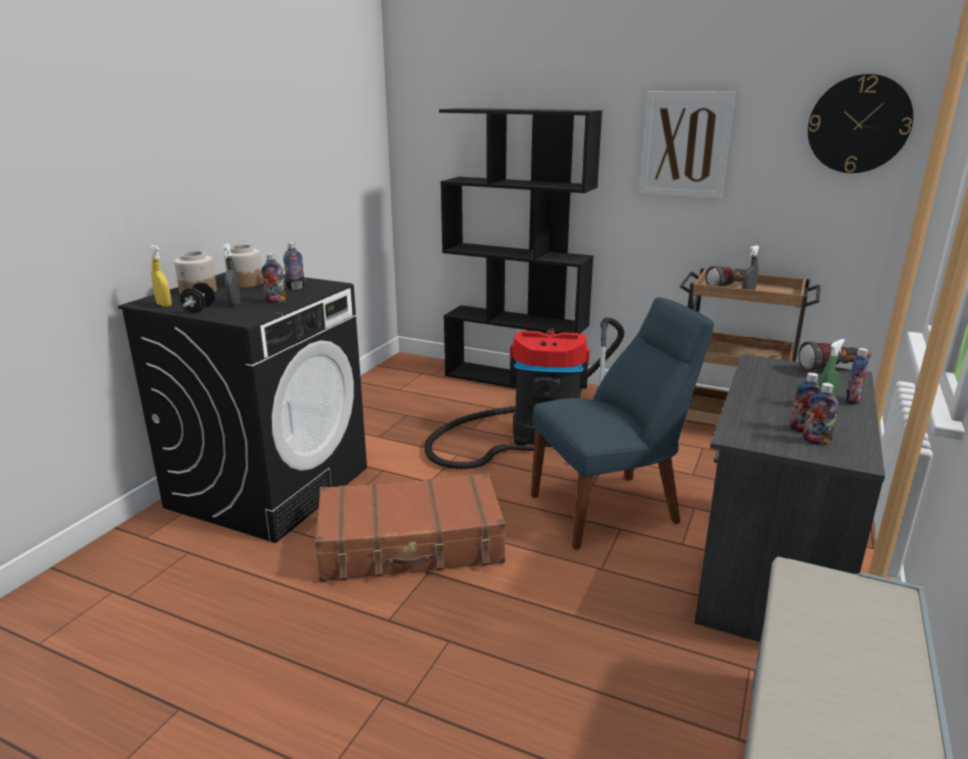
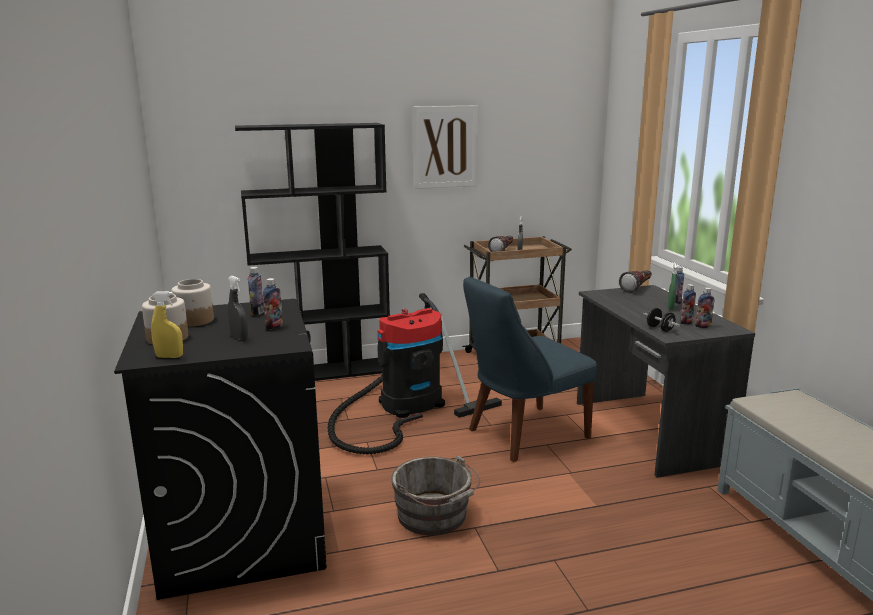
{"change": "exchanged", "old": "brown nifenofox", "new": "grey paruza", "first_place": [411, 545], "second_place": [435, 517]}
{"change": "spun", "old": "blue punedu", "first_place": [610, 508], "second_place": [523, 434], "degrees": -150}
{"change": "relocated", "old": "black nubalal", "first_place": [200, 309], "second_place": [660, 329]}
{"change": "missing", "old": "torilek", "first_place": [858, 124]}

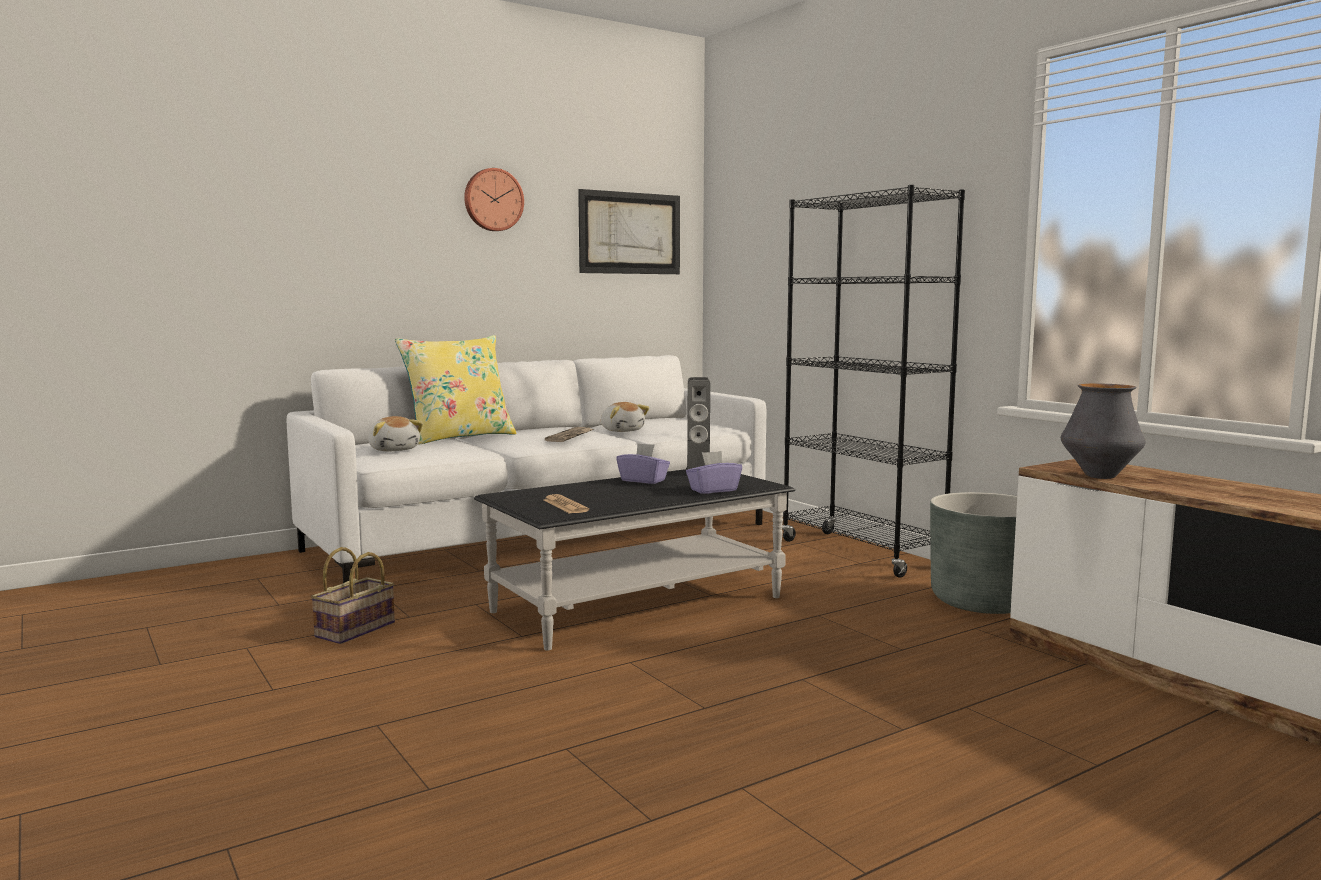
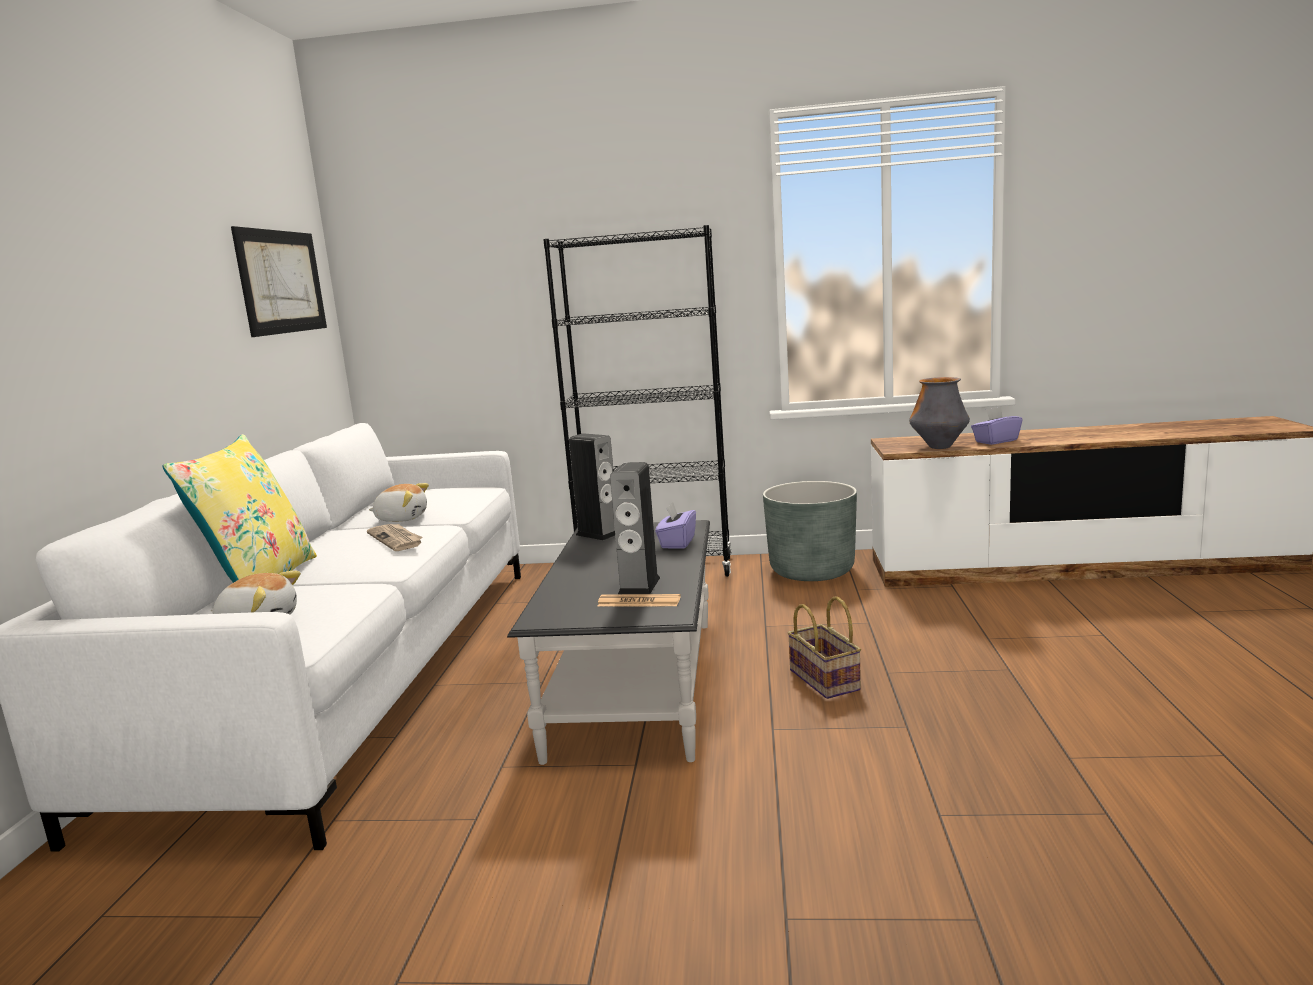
{"change": "appeared", "new": "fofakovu", "second_place": [639, 586]}
{"change": "relocated", "old": "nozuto", "first_place": [355, 631], "second_place": [826, 680]}
{"change": "relocated", "old": "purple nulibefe", "first_place": [643, 480], "second_place": [995, 441]}
{"change": "missing", "old": "torilek", "first_place": [493, 200]}

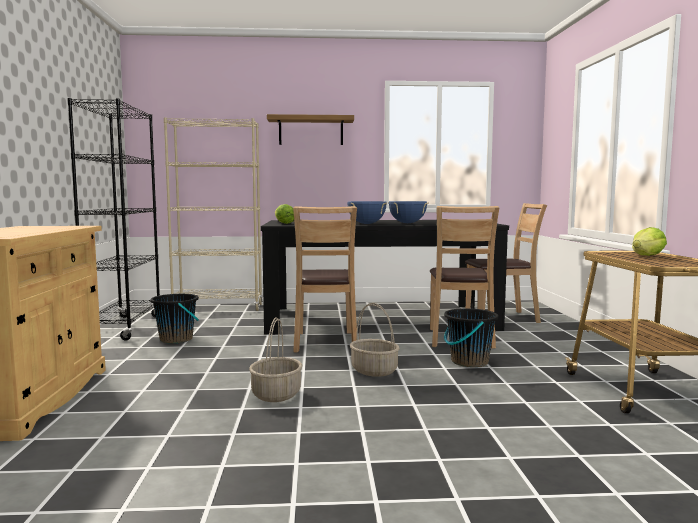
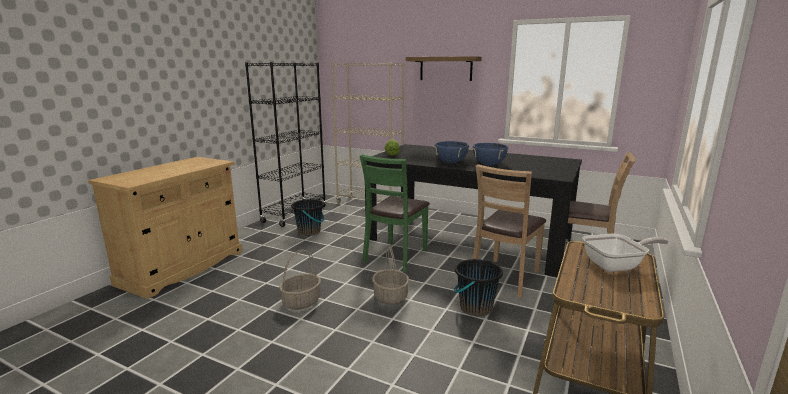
{"change": "colour", "old": "brown punedu", "new": "green punedu", "first_place": [325, 342], "second_place": [395, 256]}
{"change": "exchanged", "old": "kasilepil", "new": "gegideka", "first_place": [647, 256], "second_place": [617, 266]}

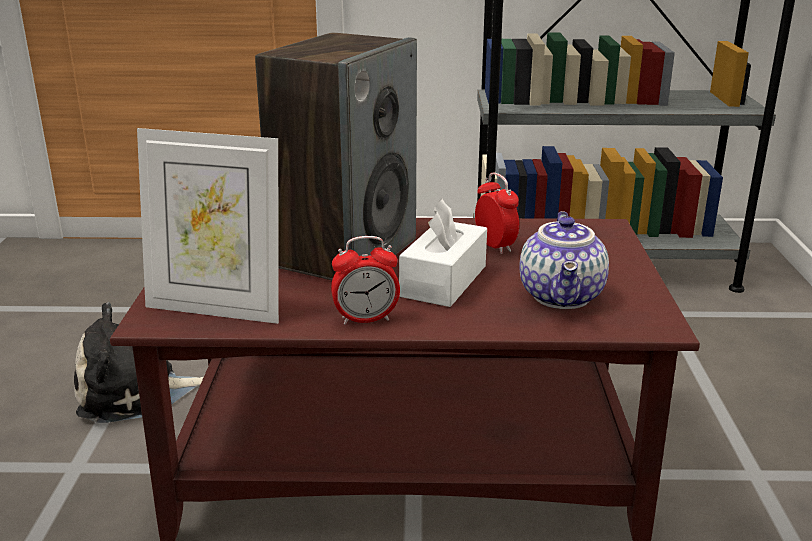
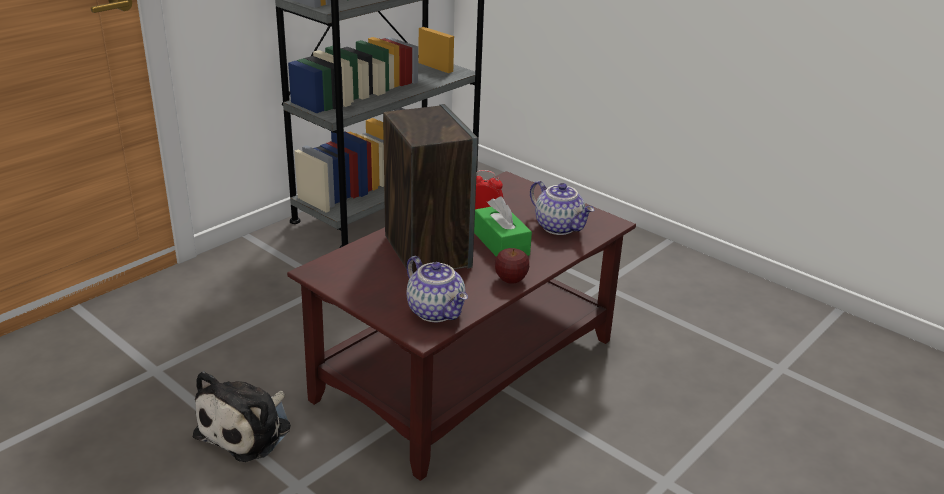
{"change": "exchanged", "old": "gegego", "new": "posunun", "first_place": [217, 308], "second_place": [437, 311]}
{"change": "colour", "old": "white nulibefe", "new": "green nulibefe", "first_place": [443, 281], "second_place": [501, 244]}
{"change": "exchanged", "old": "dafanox", "new": "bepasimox", "first_place": [366, 319], "second_place": [510, 279]}

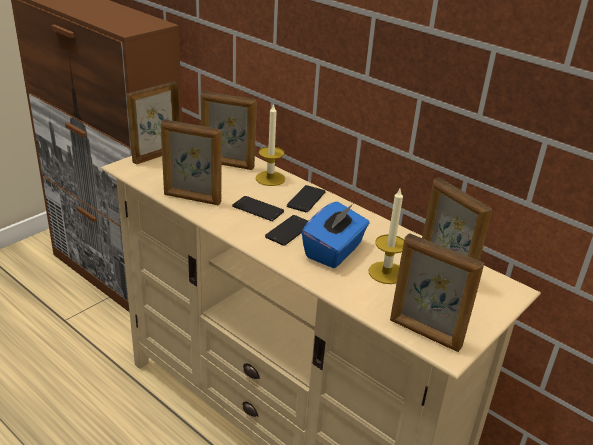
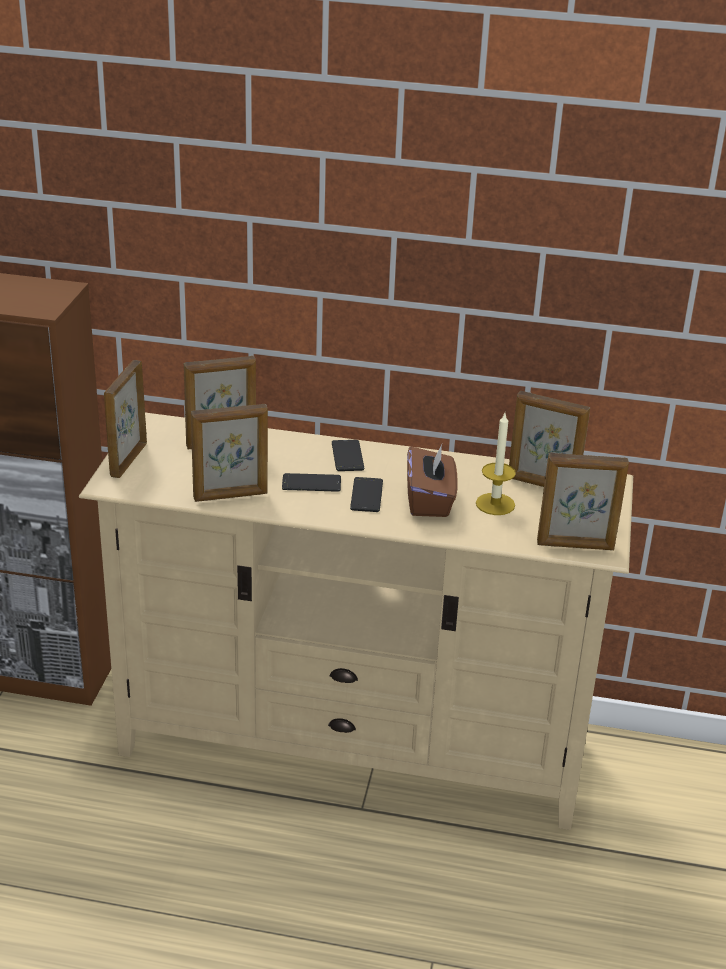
{"change": "colour", "old": "blue nulibefe", "new": "brown nulibefe", "first_place": [334, 251], "second_place": [430, 501]}
{"change": "missing", "old": "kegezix", "first_place": [270, 178]}

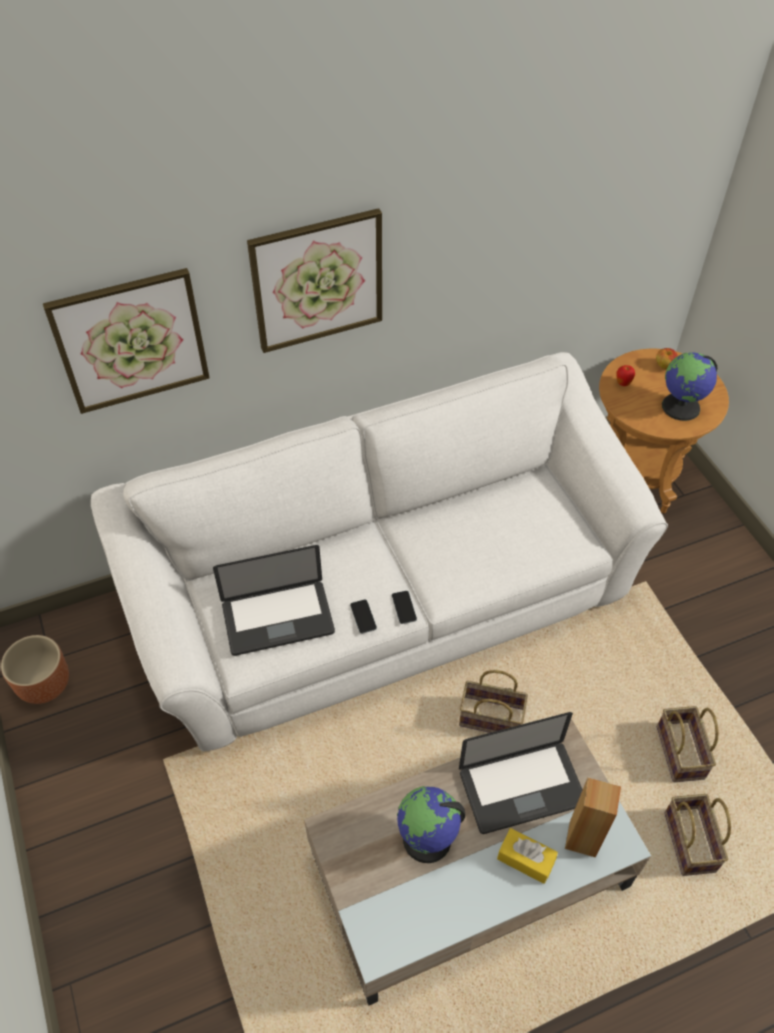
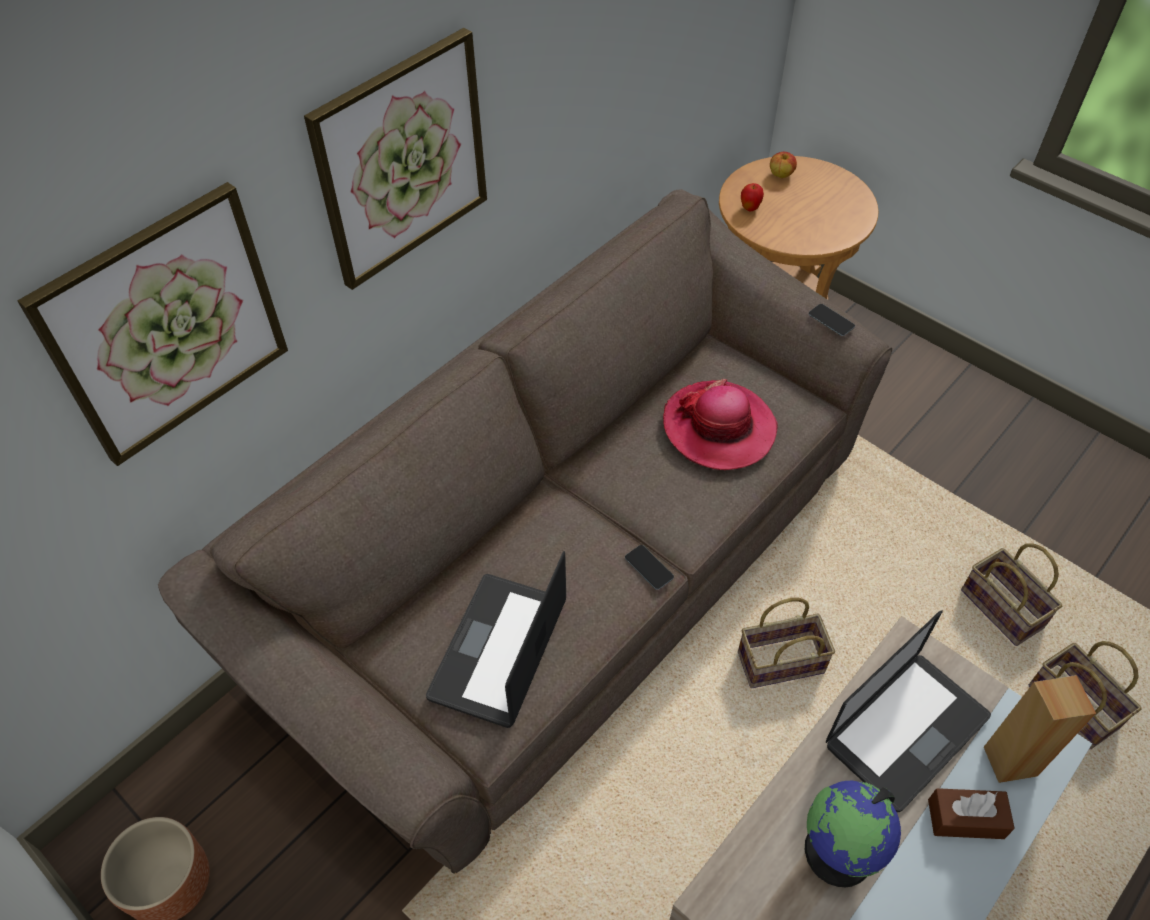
{"change": "colour", "old": "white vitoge", "new": "brown vitoge", "first_place": [386, 596], "second_place": [574, 566]}
{"change": "spun", "old": "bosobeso", "first_place": [278, 619], "second_place": [498, 650], "degrees": 150}
{"change": "appeared", "new": "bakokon", "second_place": [719, 428]}
{"change": "relocated", "old": "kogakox", "first_place": [363, 616], "second_place": [831, 320]}
{"change": "colour", "old": "yellow nulibefe", "new": "brown nulibefe", "first_place": [525, 859], "second_place": [965, 819]}
{"change": "missing", "old": "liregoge", "first_place": [681, 407]}

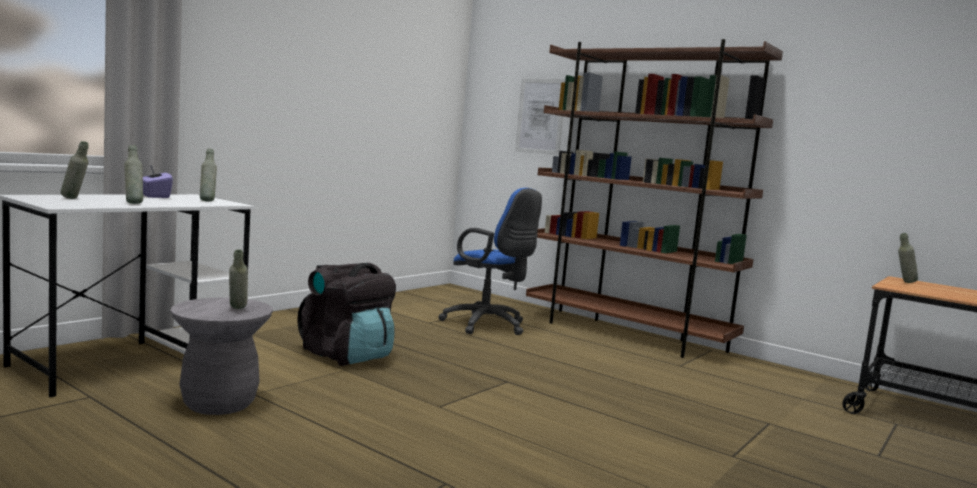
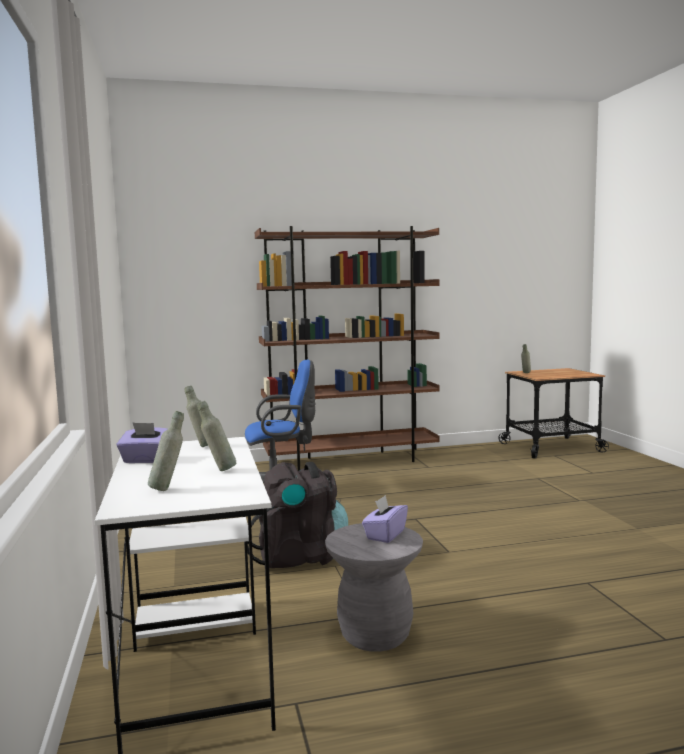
{"change": "exchanged", "old": "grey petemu", "new": "purple nulibefe", "first_place": [237, 309], "second_place": [385, 535]}
{"change": "missing", "old": "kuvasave", "first_place": [540, 116]}

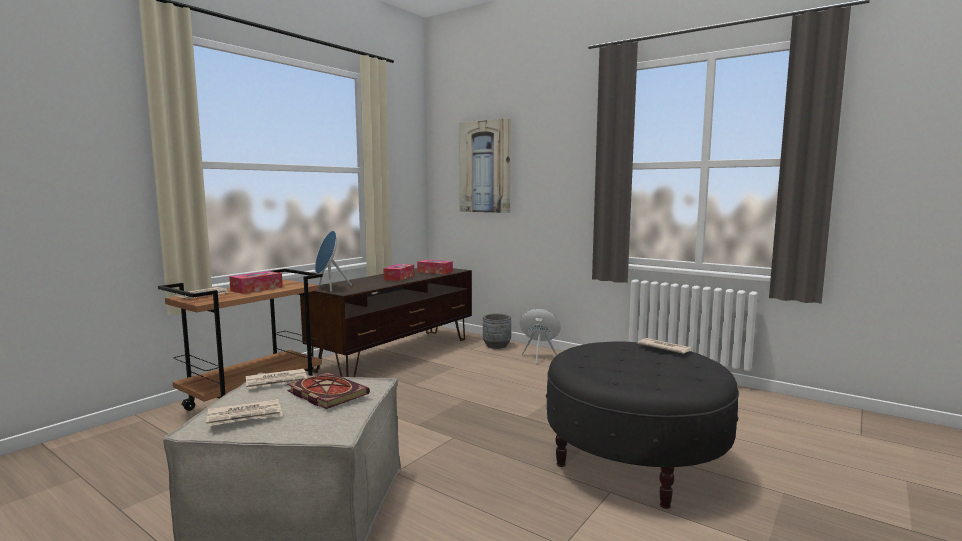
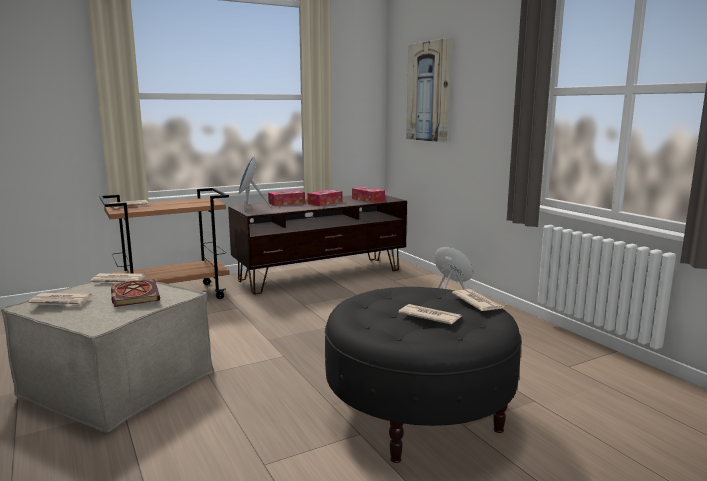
{"change": "relocated", "old": "nulibefe", "first_place": [257, 289], "second_place": [286, 203]}
{"change": "appeared", "new": "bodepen", "second_place": [429, 316]}
{"change": "missing", "old": "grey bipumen", "first_place": [496, 345]}

